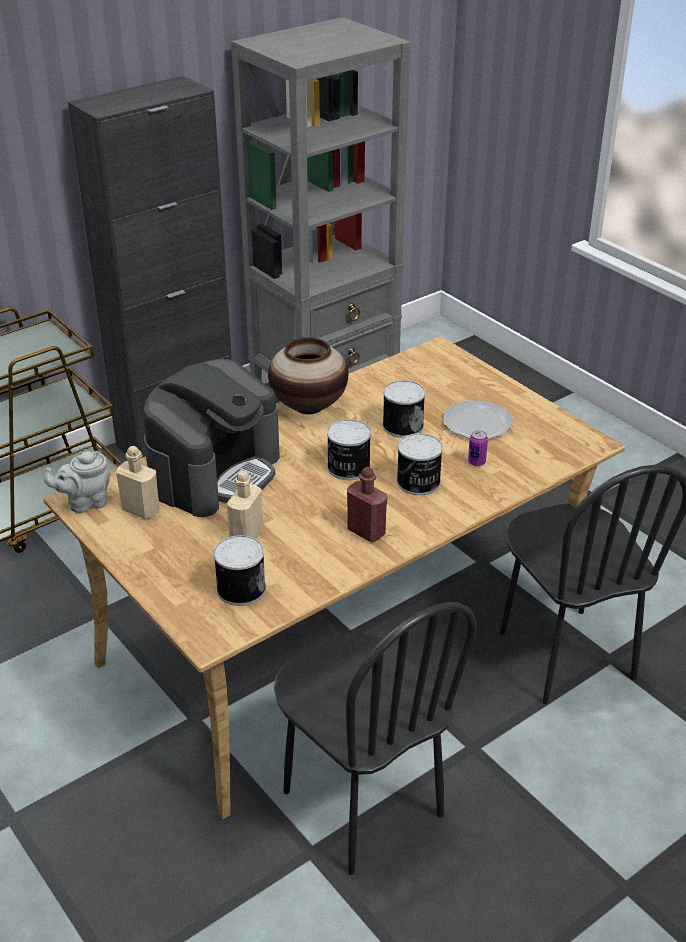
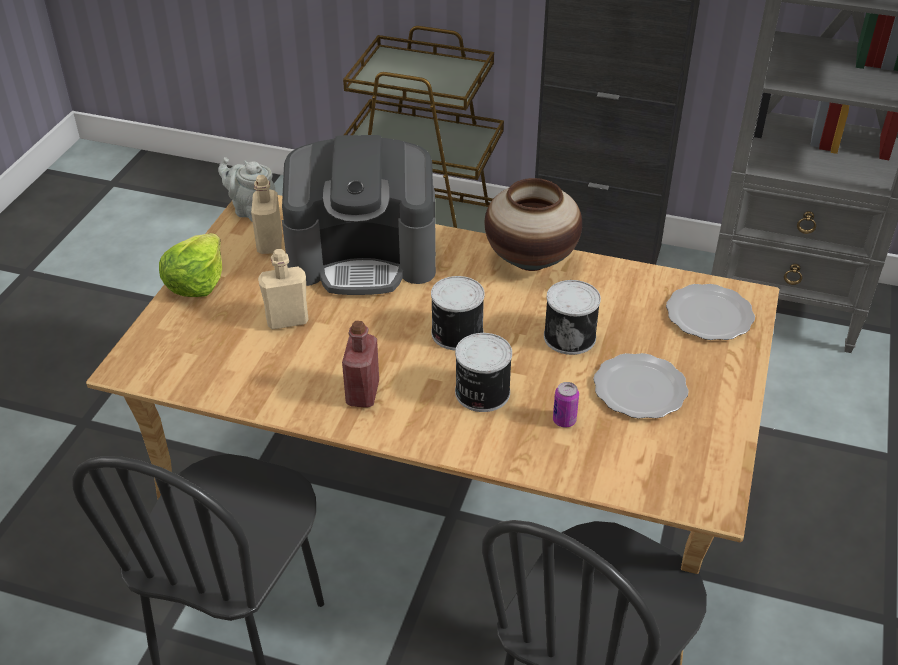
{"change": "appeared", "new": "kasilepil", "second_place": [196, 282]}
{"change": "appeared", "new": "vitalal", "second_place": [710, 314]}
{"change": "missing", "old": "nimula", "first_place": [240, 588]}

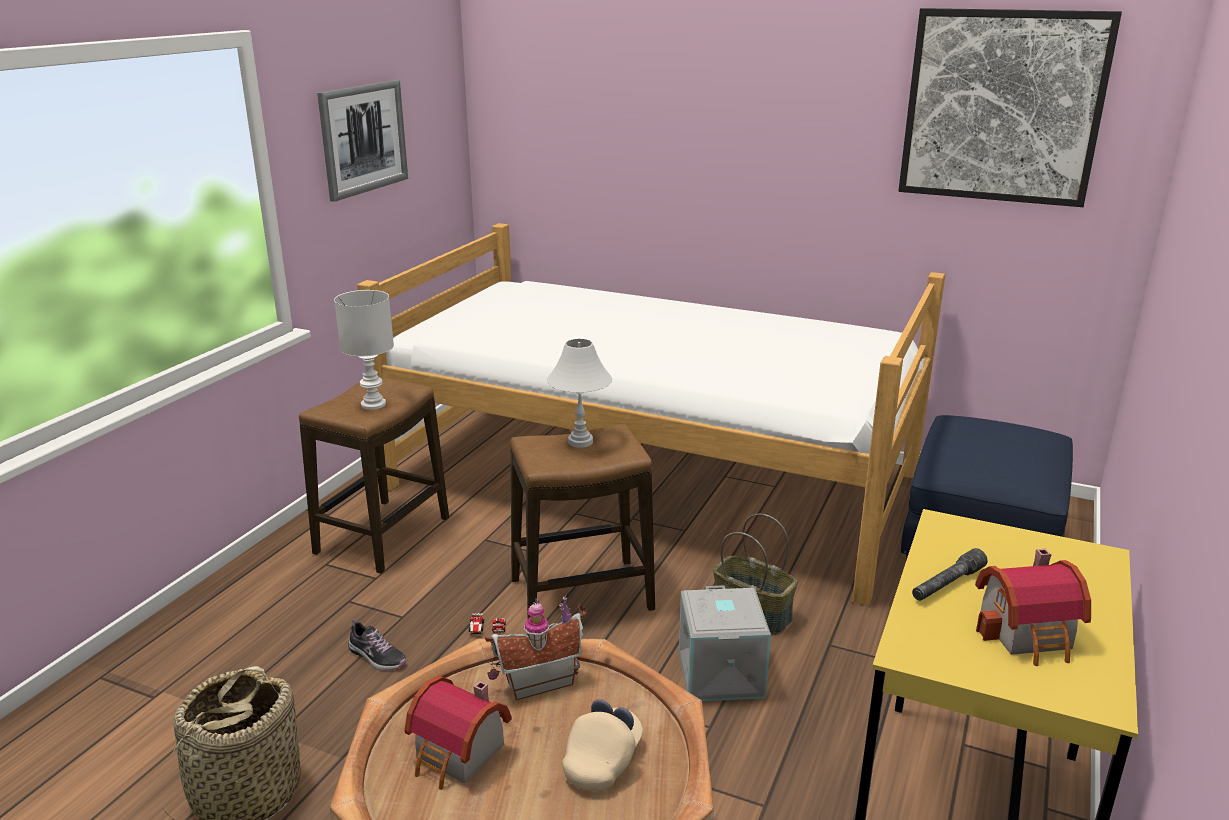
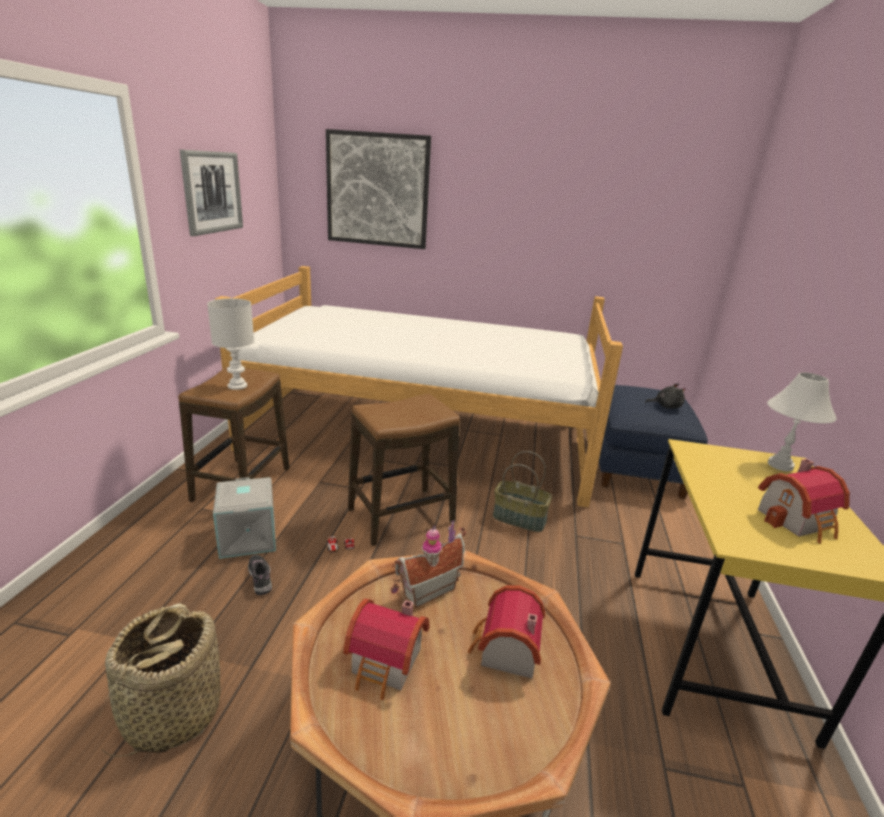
{"change": "relocated", "old": "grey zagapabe", "first_place": [722, 674], "second_place": [249, 538]}
{"change": "spun", "old": "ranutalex", "first_place": [377, 657], "second_place": [260, 577], "degrees": -135}
{"change": "relocated", "old": "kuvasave", "first_place": [1002, 107], "second_place": [377, 190]}
{"change": "exchanged", "old": "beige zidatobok", "new": "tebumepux", "first_place": [603, 761], "second_place": [504, 651]}
{"change": "appeared", "new": "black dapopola", "second_place": [666, 406]}
{"change": "relocated", "old": "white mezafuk", "first_place": [580, 441], "second_place": [779, 465]}
{"change": "missing", "old": "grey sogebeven", "first_place": [947, 584]}

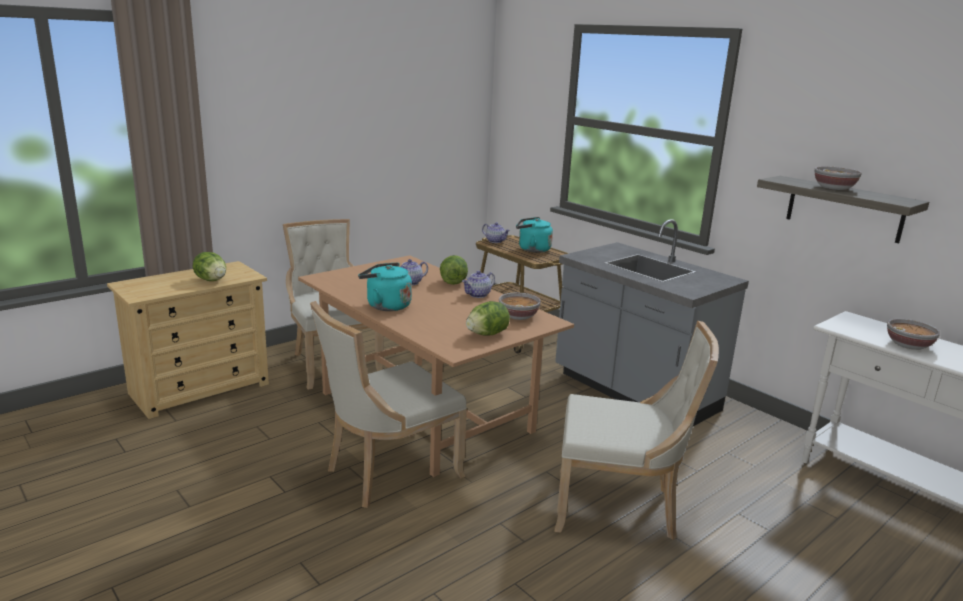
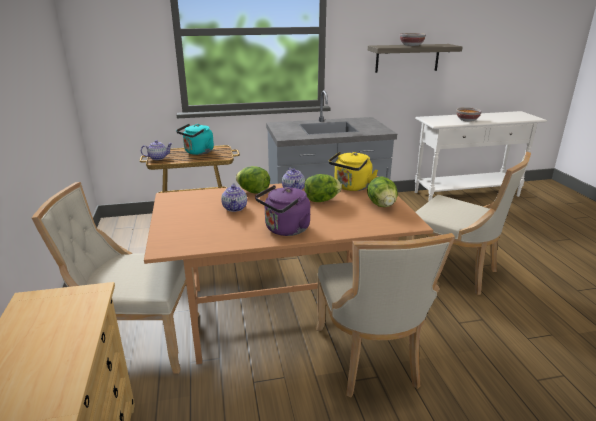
{"change": "colour", "old": "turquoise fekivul", "new": "purple fekivul", "first_place": [386, 306], "second_place": [285, 230]}
{"change": "relocated", "old": "kasilepil", "first_place": [211, 280], "second_place": [321, 200]}
{"change": "exchanged", "old": "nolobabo", "new": "yellow fekivul", "first_place": [518, 316], "second_place": [351, 187]}
{"change": "spun", "old": "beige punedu", "first_place": [619, 507], "second_place": [454, 271], "degrees": 90}

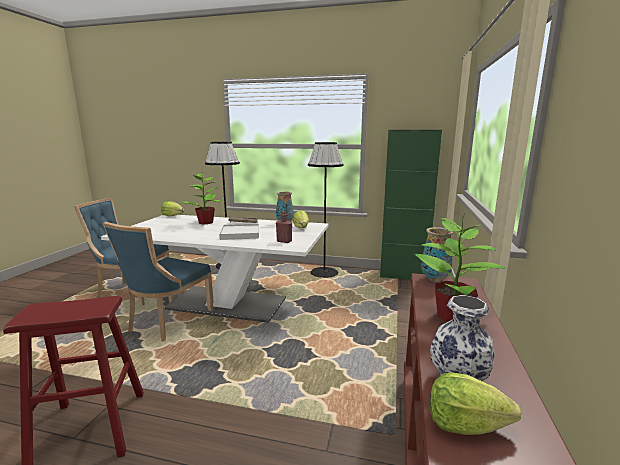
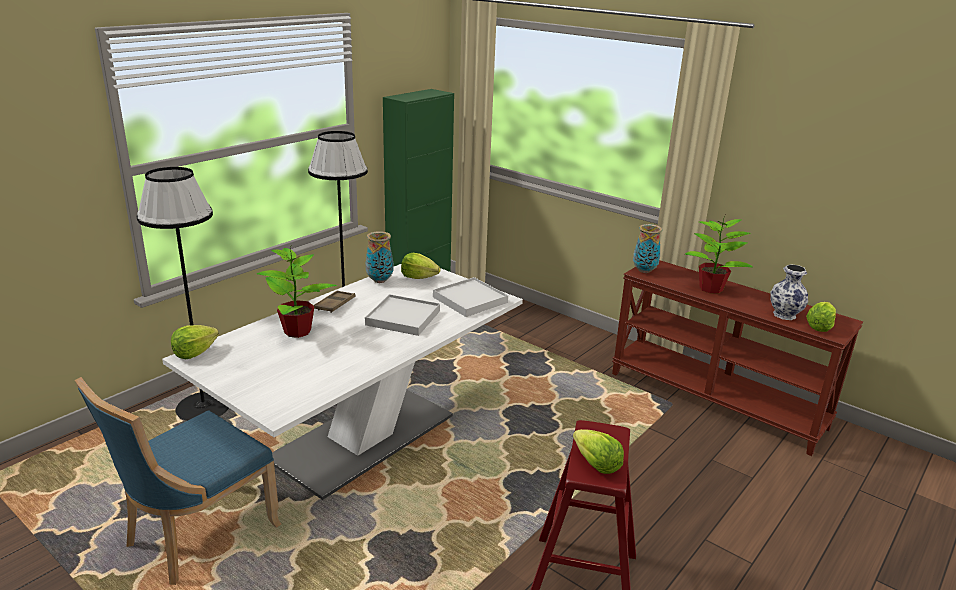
{"change": "exchanged", "old": "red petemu", "new": "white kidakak", "first_place": [284, 241], "second_place": [469, 300]}
{"change": "appeared", "new": "kasilepil", "second_place": [596, 464]}
{"change": "missing", "old": "blue punedu", "first_place": [168, 322]}

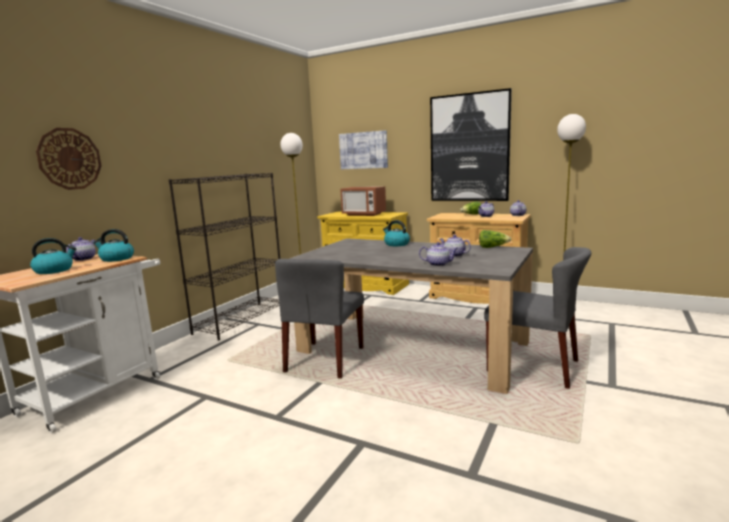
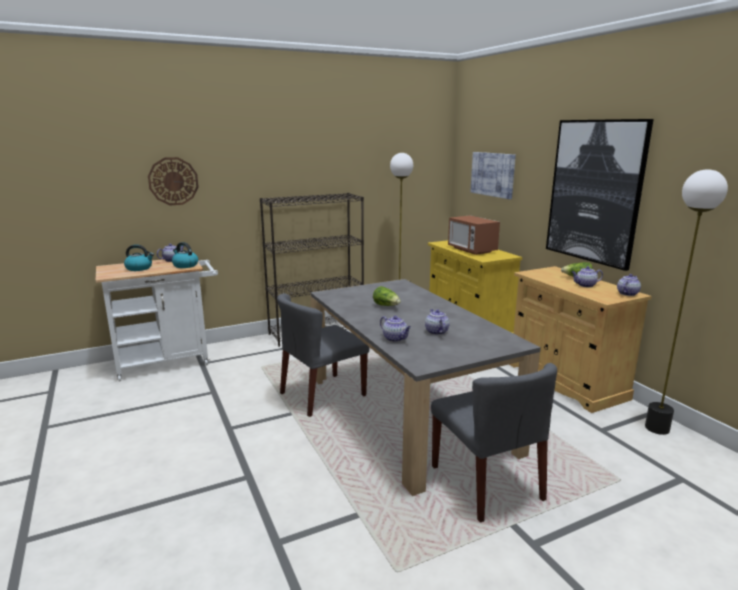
{"change": "relocated", "old": "kasilepil", "first_place": [492, 247], "second_place": [386, 306]}
{"change": "missing", "old": "fekivul", "first_place": [396, 244]}

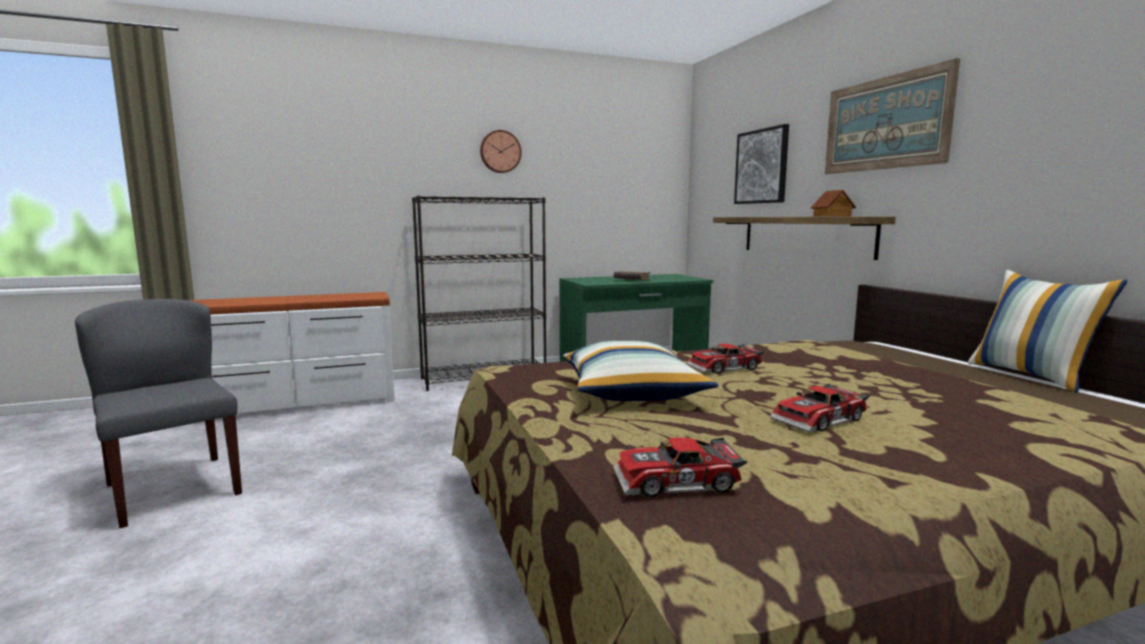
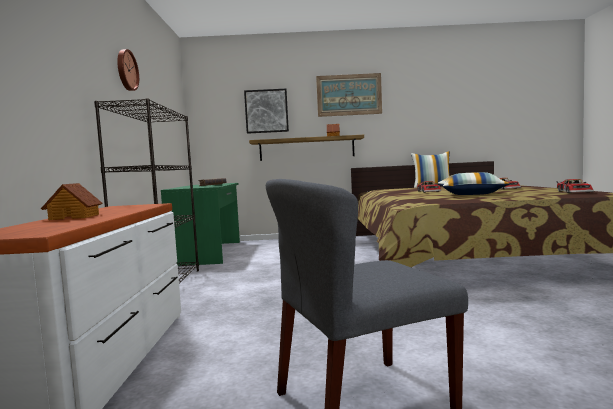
{"change": "appeared", "new": "tebumepux", "second_place": [75, 217]}

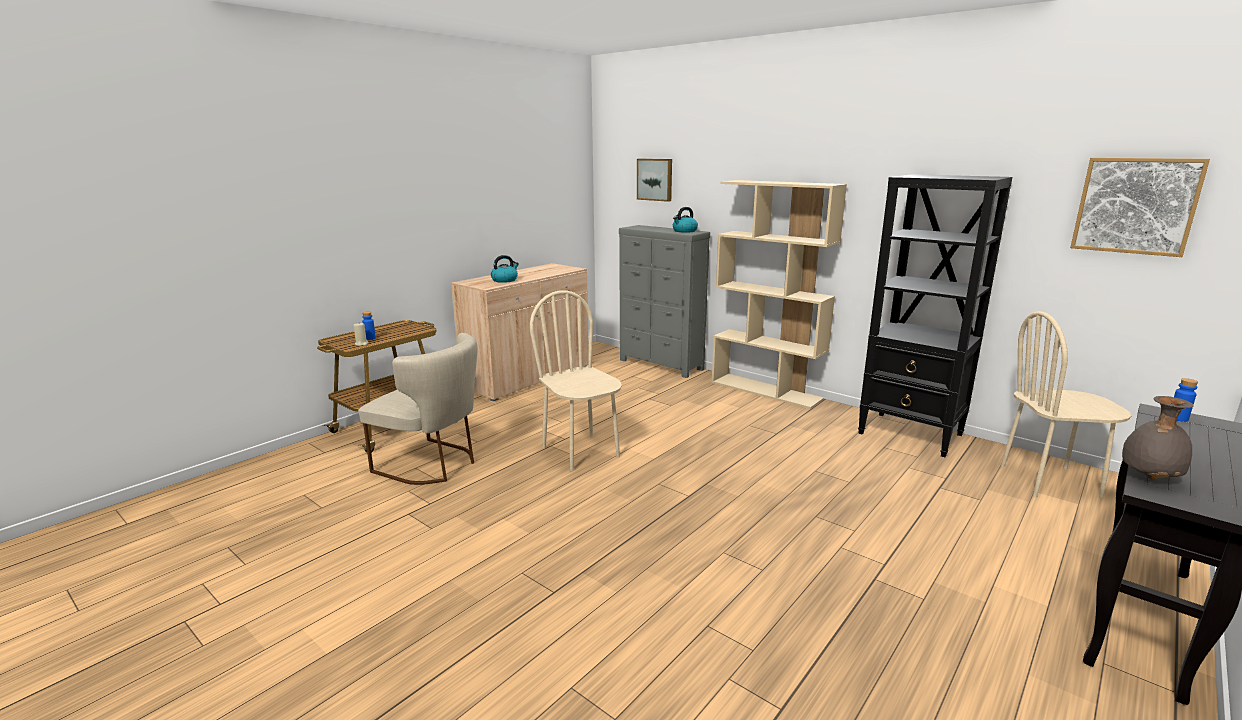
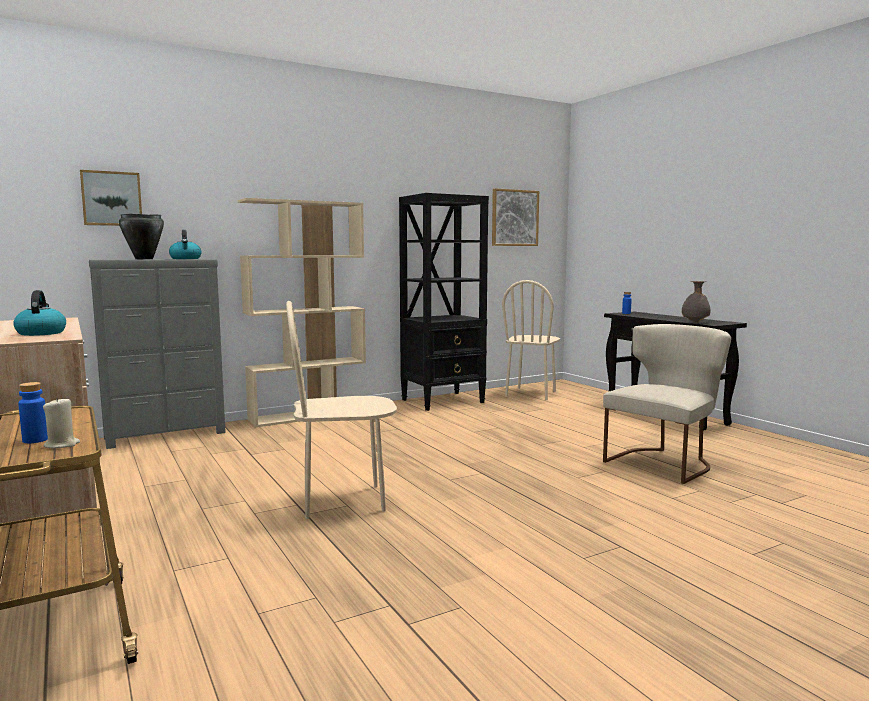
{"change": "appeared", "new": "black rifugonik", "second_place": [144, 259]}
{"change": "relocated", "old": "beige punedu", "first_place": [433, 464], "second_place": [664, 462]}

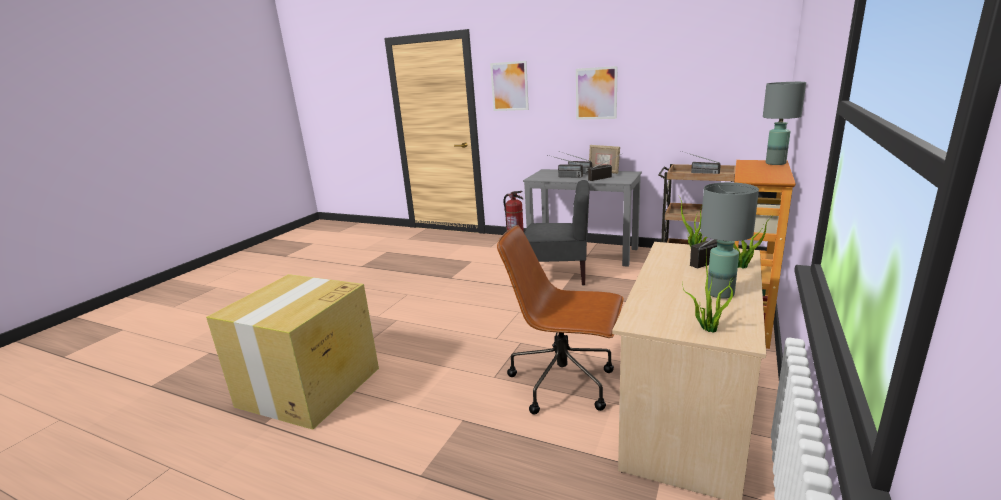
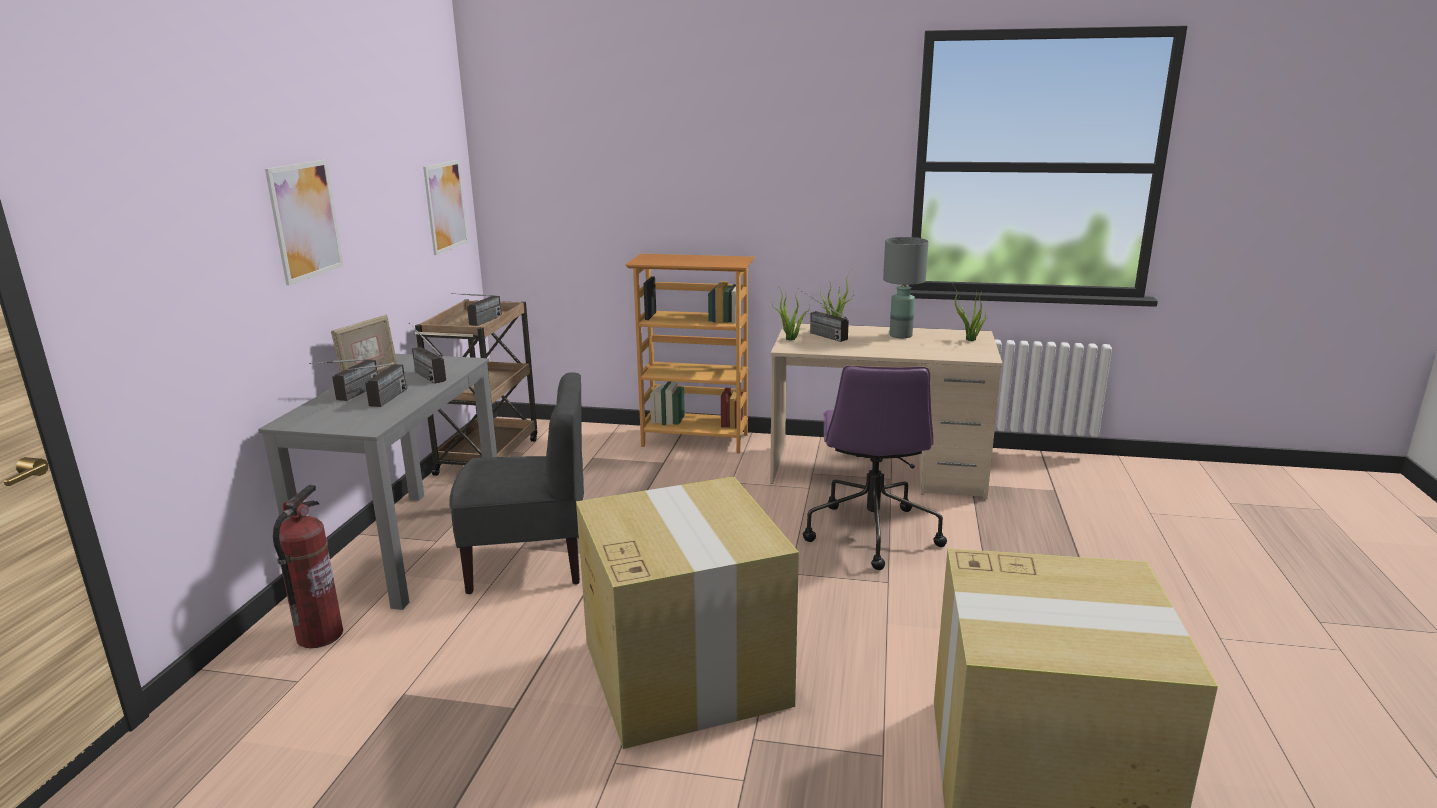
{"change": "relocated", "old": "kuvasave", "first_place": [509, 86], "second_place": [445, 206]}
{"change": "spun", "old": "grey punedu", "first_place": [558, 275], "second_place": [529, 562], "degrees": 90}
{"change": "appeared", "new": "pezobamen", "second_place": [684, 671]}
{"change": "colour", "old": "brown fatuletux", "new": "purple fatuletux", "first_place": [564, 383], "second_place": [871, 533]}
{"change": "missing", "old": "grey mezafuk", "first_place": [776, 163]}

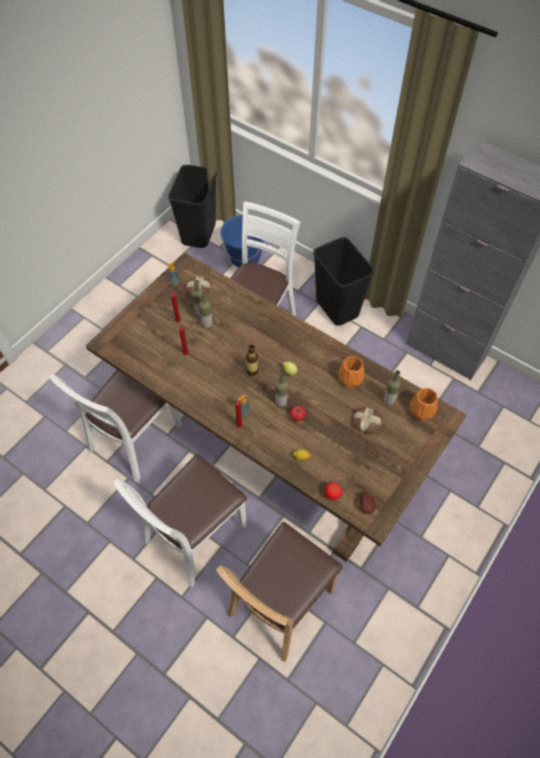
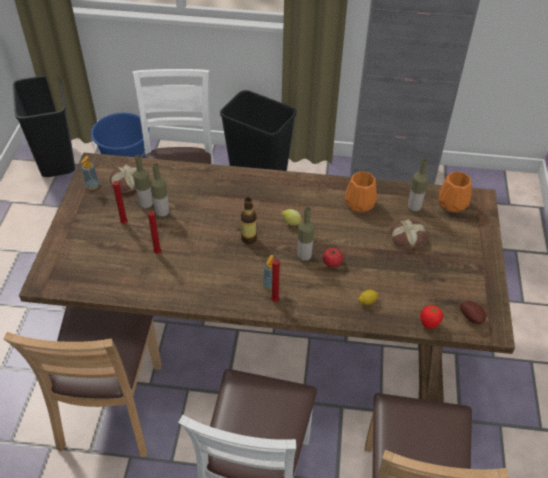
{"change": "colour", "old": "white punedu", "new": "brown punedu", "first_place": [135, 439], "second_place": [112, 407]}

